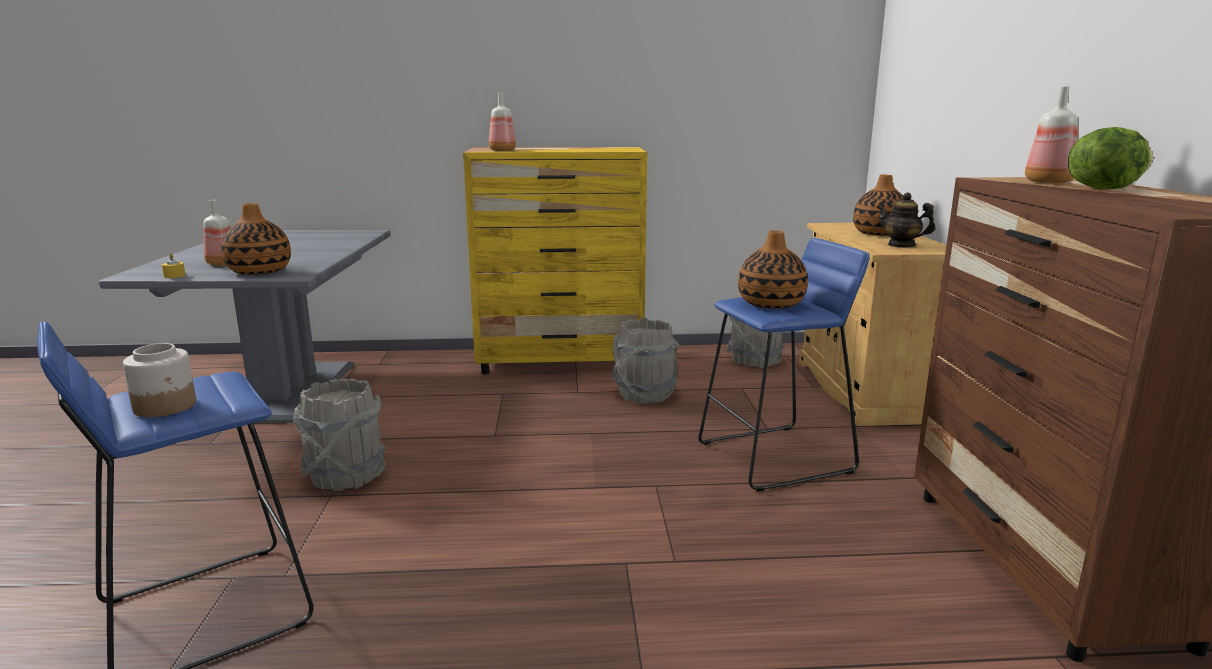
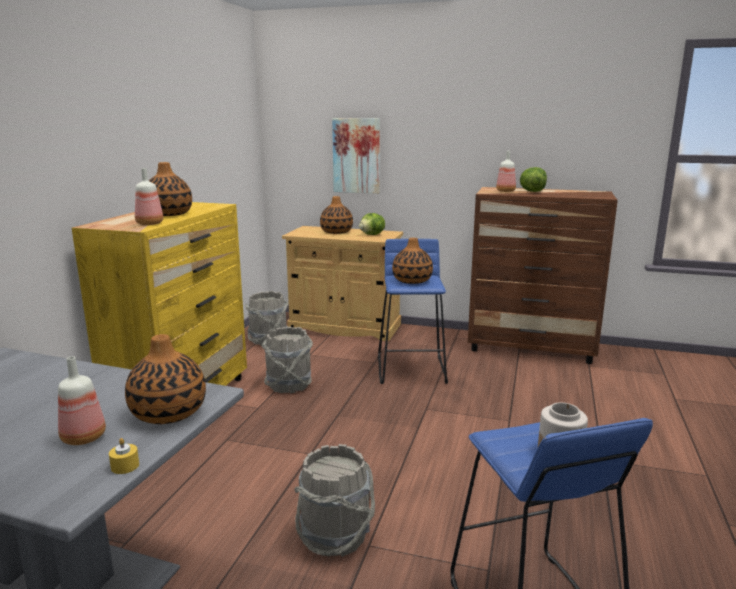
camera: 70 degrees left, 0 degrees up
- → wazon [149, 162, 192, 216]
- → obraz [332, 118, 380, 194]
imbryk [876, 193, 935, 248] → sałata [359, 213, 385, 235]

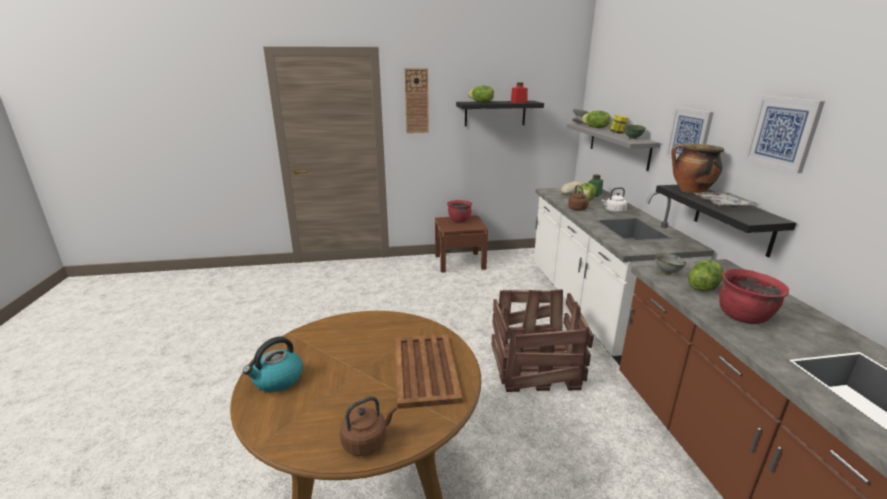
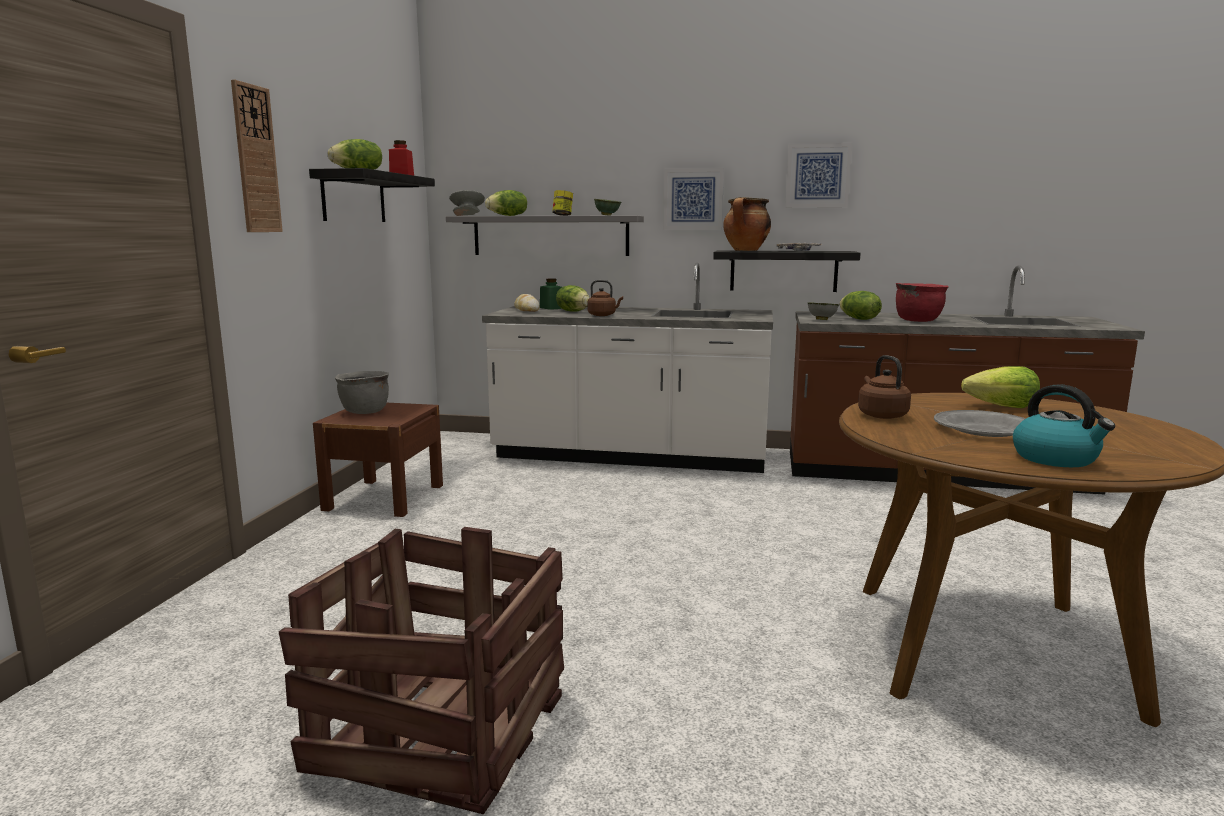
camera: 70 degrees left, 10 degrees down
czajnik/biały [602, 187, 627, 213] → -
- → talerz/szary [934, 410, 1026, 437]
czajnik/brązowy [340, 396, 397, 456] → czajnik/brązowy [858, 355, 911, 419], moved
skrzynka [492, 289, 594, 392] → skrzynka [279, 527, 564, 814], moved
taca/brązowy [395, 334, 462, 409] → sałata [961, 366, 1040, 408]
garnek/czerwony [447, 200, 472, 222] → garnek/szary [335, 371, 389, 414]

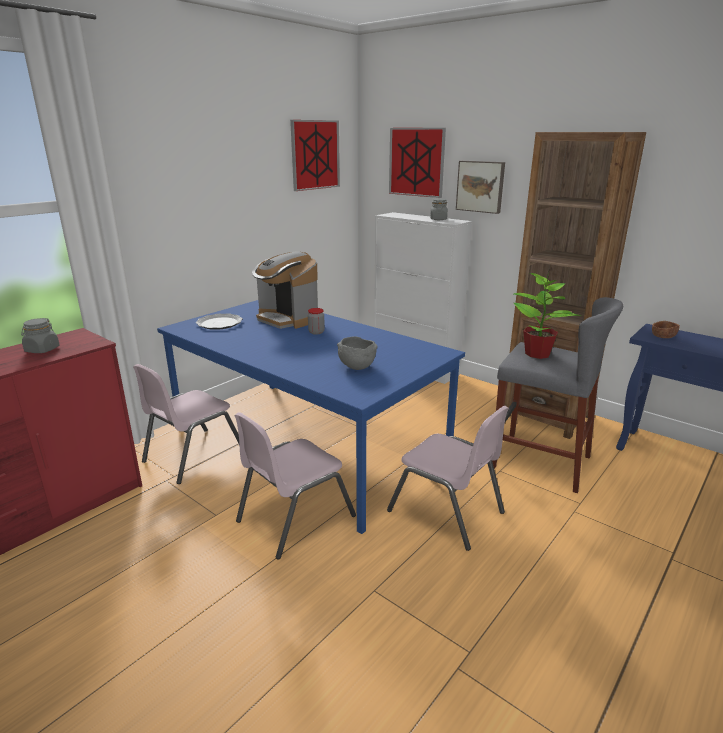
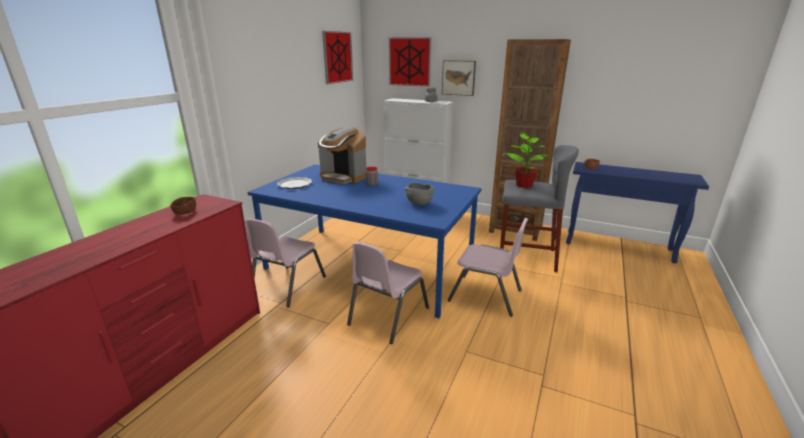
camera: 15 degrees left, 0 degrees up
słoik/szary [21, 318, 60, 353] → miska/brązowy [170, 197, 196, 215]

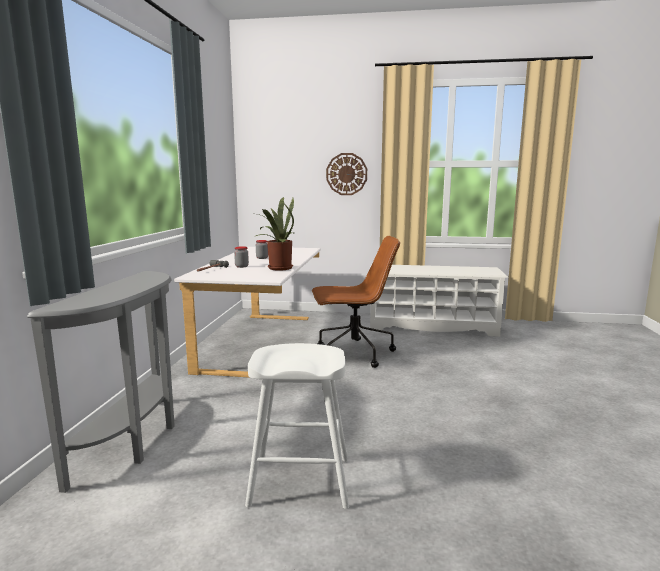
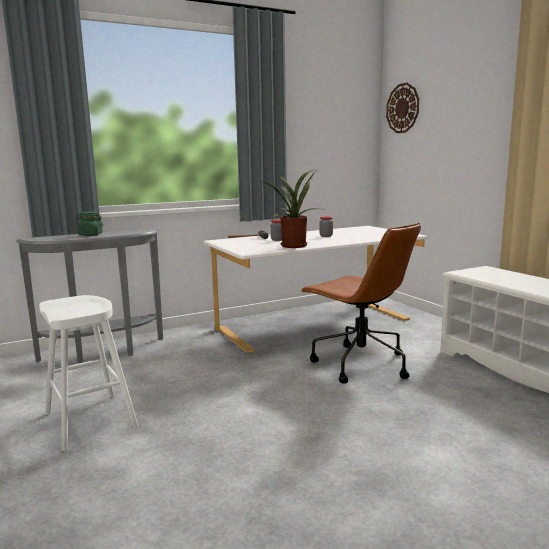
camera: 55 degrees right, 0 degrees up
- → słoik/zielony [76, 211, 103, 236]
zegar ścienny [326, 153, 367, 195] → zegar ścienny [386, 82, 419, 133], moved

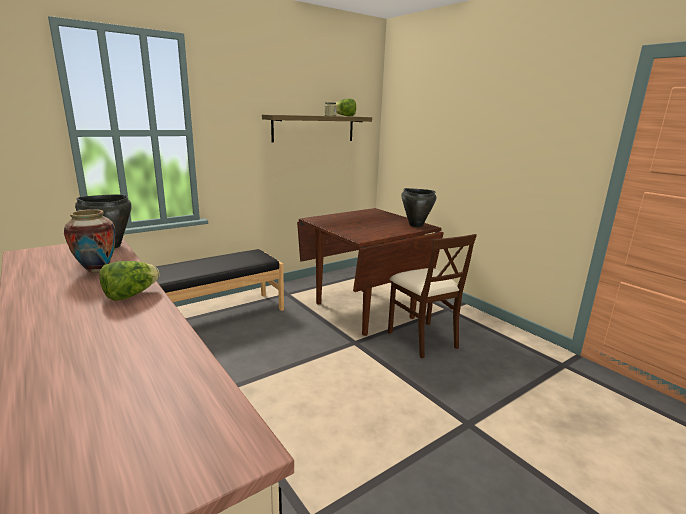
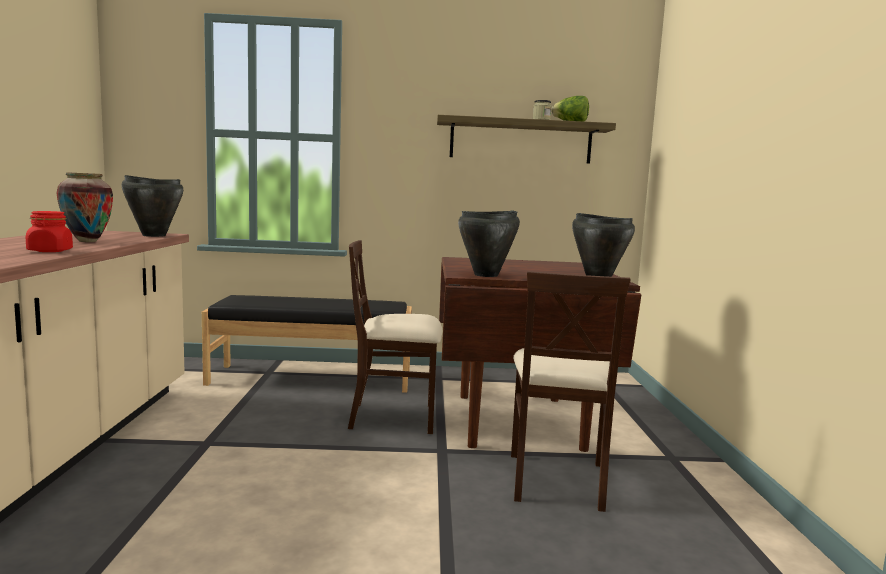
camera: 35 degrees right, 10 degrees down
- → krzesło/beżowy [348, 240, 442, 434]
- → garnek/czarny [458, 210, 520, 277]
sałata [99, 261, 160, 301] → słoik/czerwony [26, 211, 73, 252]

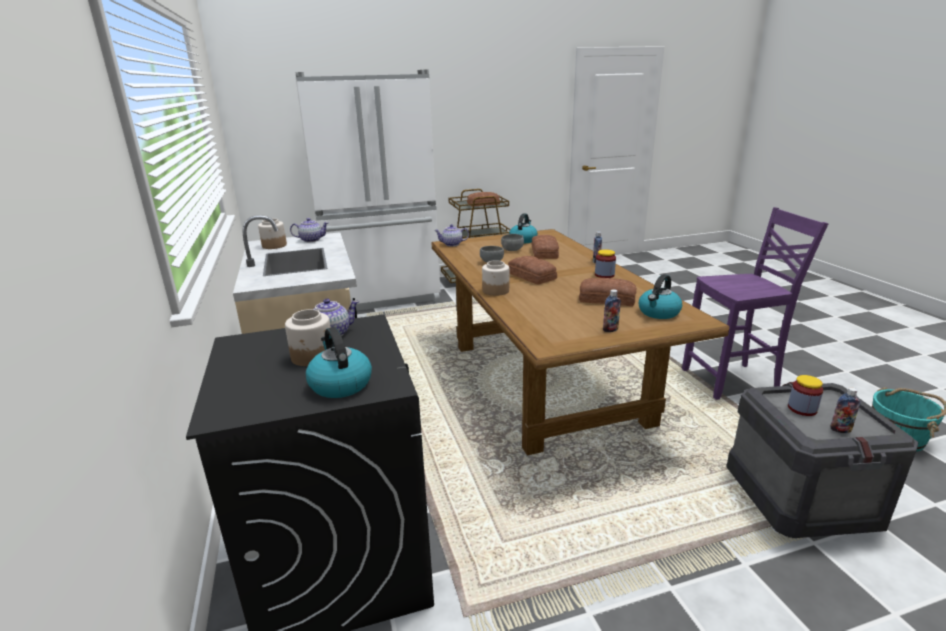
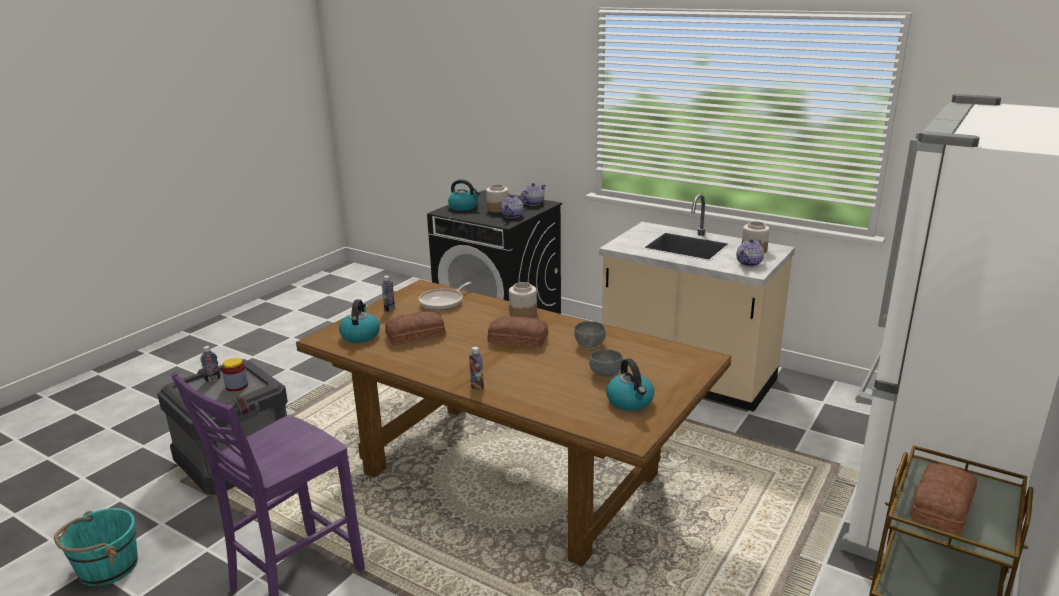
camera: 140 degrees right, 0 degrees up
chleb [532, 235, 559, 259] → -
słoik [595, 249, 616, 278] → -
- → patelnia [419, 282, 471, 310]
imbryk [434, 224, 469, 247] → imbryk [520, 183, 546, 206], moved

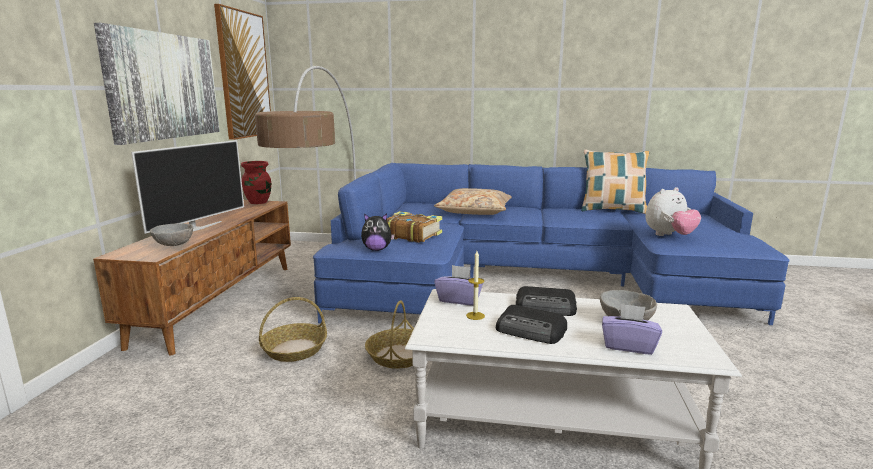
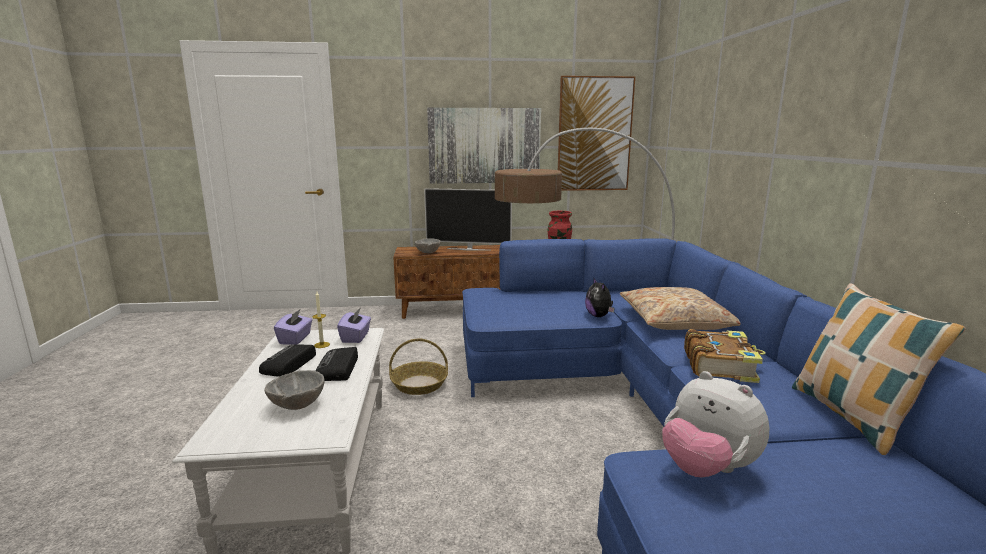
camera: 75 degrees right, 0 degrees up
koszyk [259, 297, 327, 362] → -
pluszak [361, 213, 395, 251] → pluszak [585, 278, 615, 317], moved
książka [387, 211, 442, 243] → książka [684, 329, 766, 383], moved
pudełko chusteczek/fioletowy [602, 303, 662, 355] → pudełko chusteczek/fioletowy [274, 310, 312, 345], moved

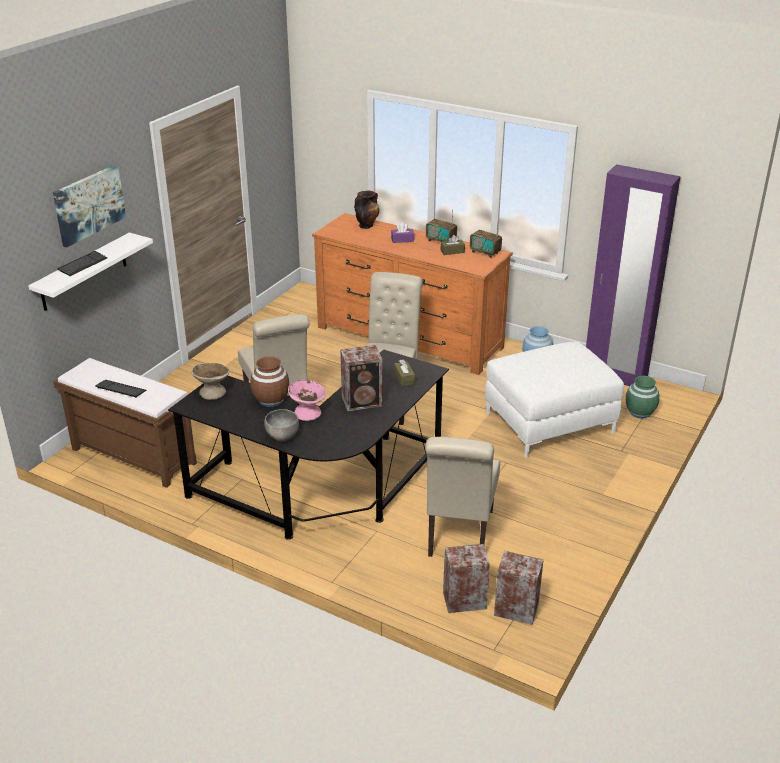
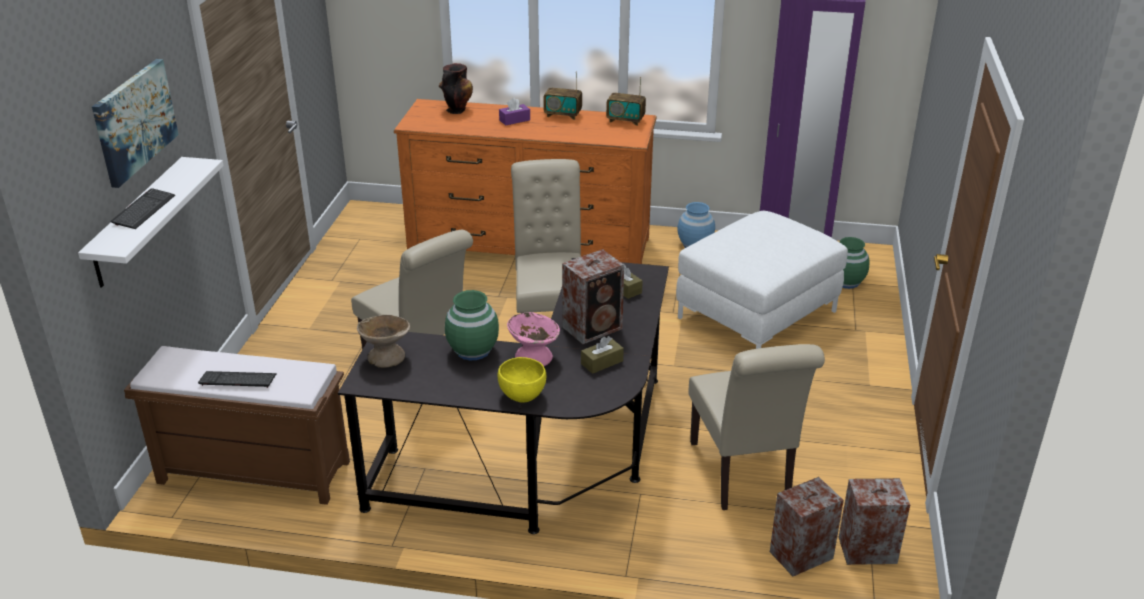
camera: 20 degrees left, 0 degrees up
pudełko chusteczek/brązowy [441, 235, 465, 255] → pudełko chusteczek/brązowy [581, 336, 624, 374], moved
wazon/brązowy [251, 356, 289, 407] → wazon/zielony [445, 290, 499, 360]
miska/szary [264, 409, 299, 442] → miska/żółty [498, 357, 546, 403]

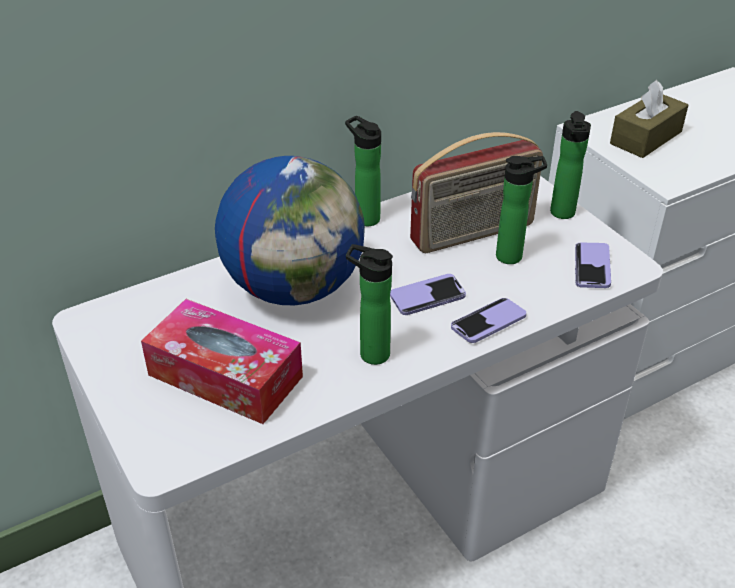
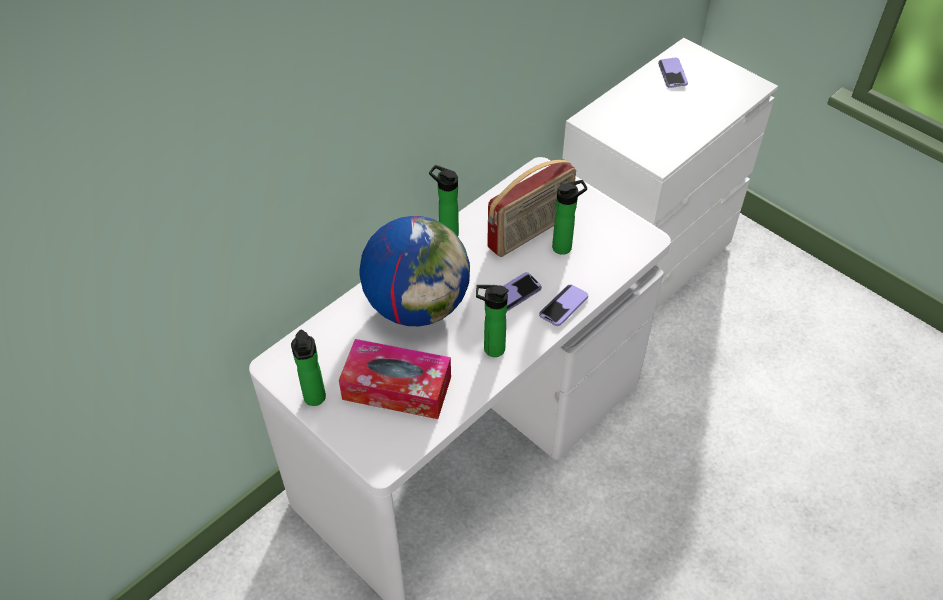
camera: 15 degrees left, 10 degrees up
pudełko chusteczek/brązowy [610, 80, 688, 158] → -
butelka [550, 111, 591, 219] → butelka [291, 330, 326, 406], moved
telefon [575, 243, 611, 288] → telefon [658, 58, 688, 88], moved

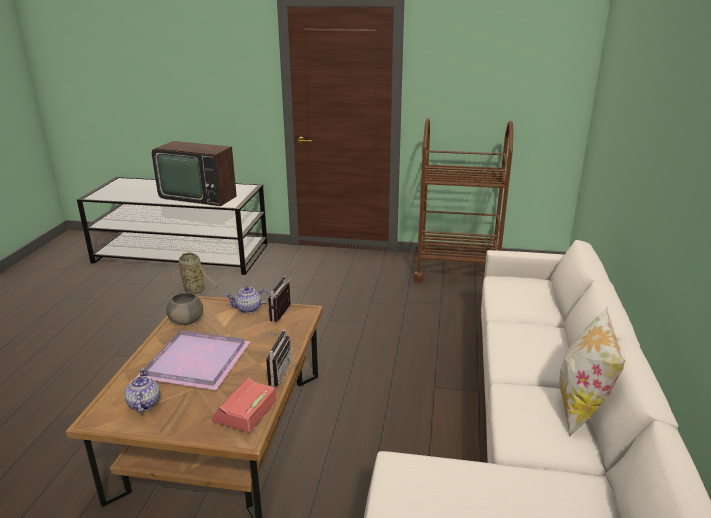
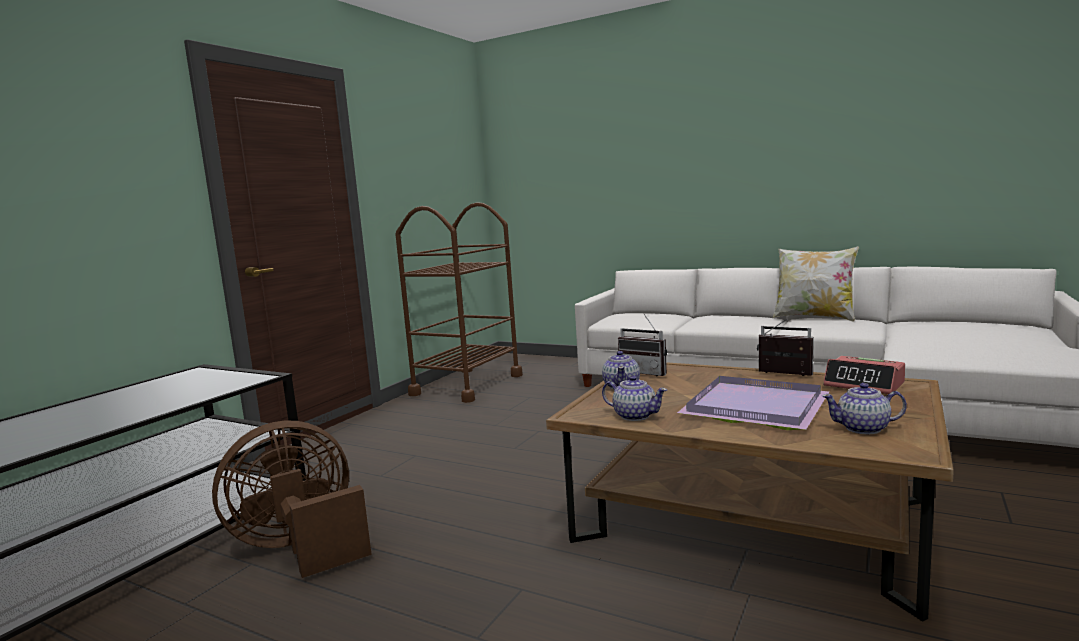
camera: 70 degrees left, 15 degrees down
telewizor [152, 141, 237, 206] → -
miska/szary [166, 292, 203, 325] → imbryk [602, 376, 667, 421]
koszyk [173, 252, 218, 296] → wentylator/brązowy [212, 421, 372, 578]

